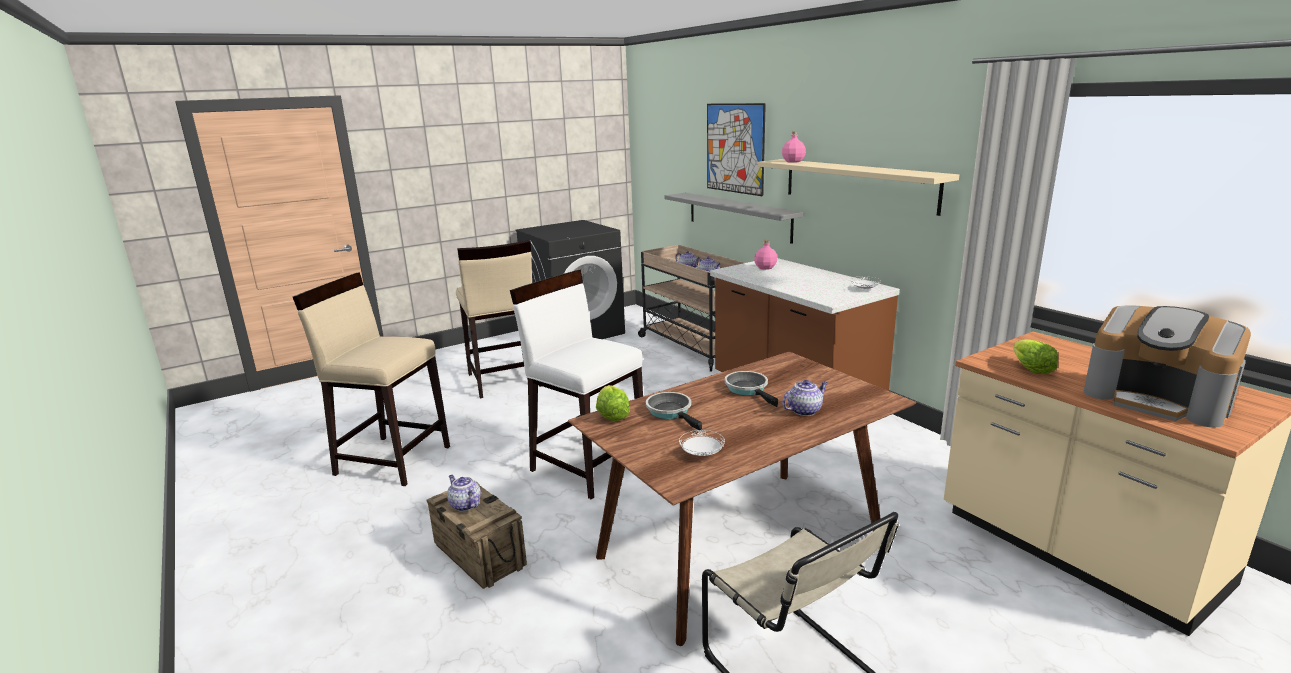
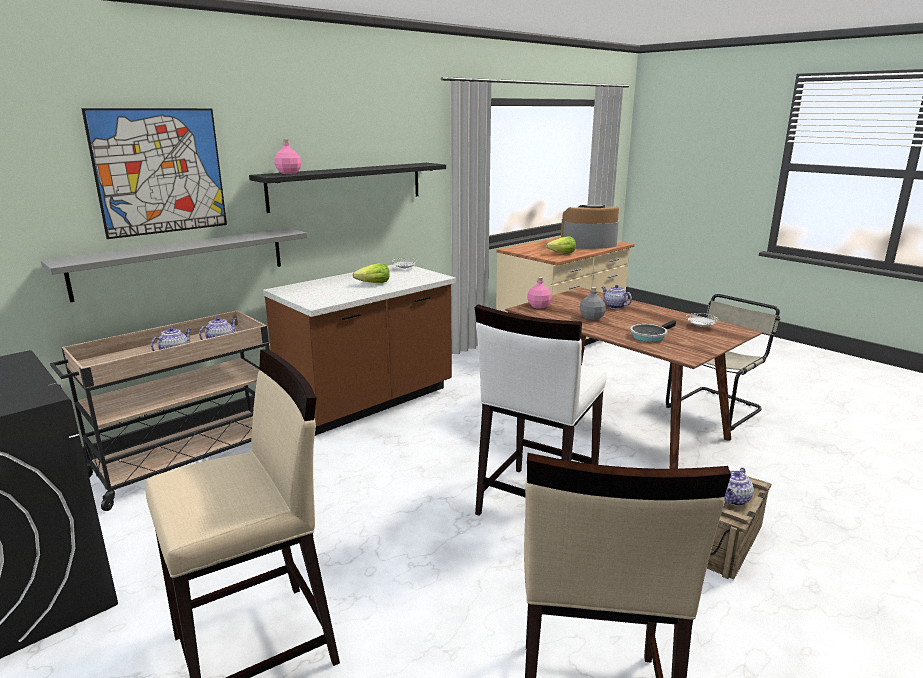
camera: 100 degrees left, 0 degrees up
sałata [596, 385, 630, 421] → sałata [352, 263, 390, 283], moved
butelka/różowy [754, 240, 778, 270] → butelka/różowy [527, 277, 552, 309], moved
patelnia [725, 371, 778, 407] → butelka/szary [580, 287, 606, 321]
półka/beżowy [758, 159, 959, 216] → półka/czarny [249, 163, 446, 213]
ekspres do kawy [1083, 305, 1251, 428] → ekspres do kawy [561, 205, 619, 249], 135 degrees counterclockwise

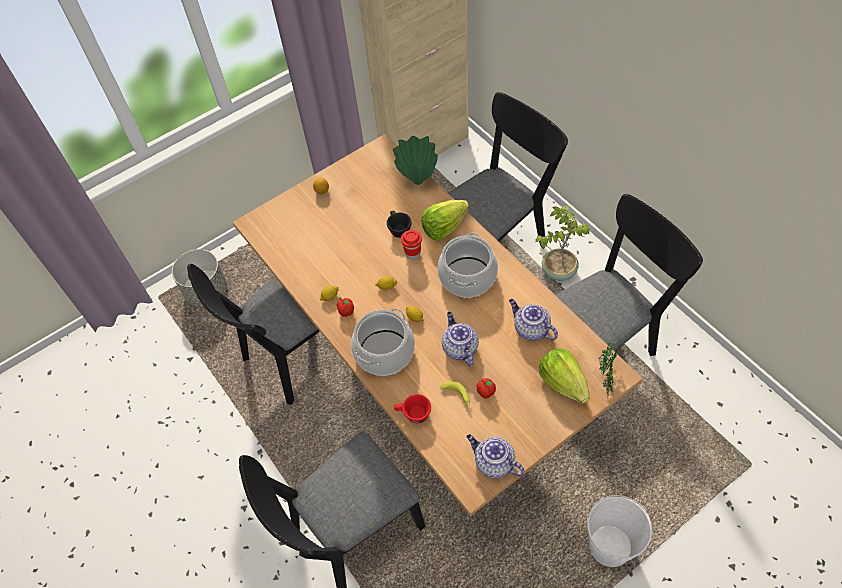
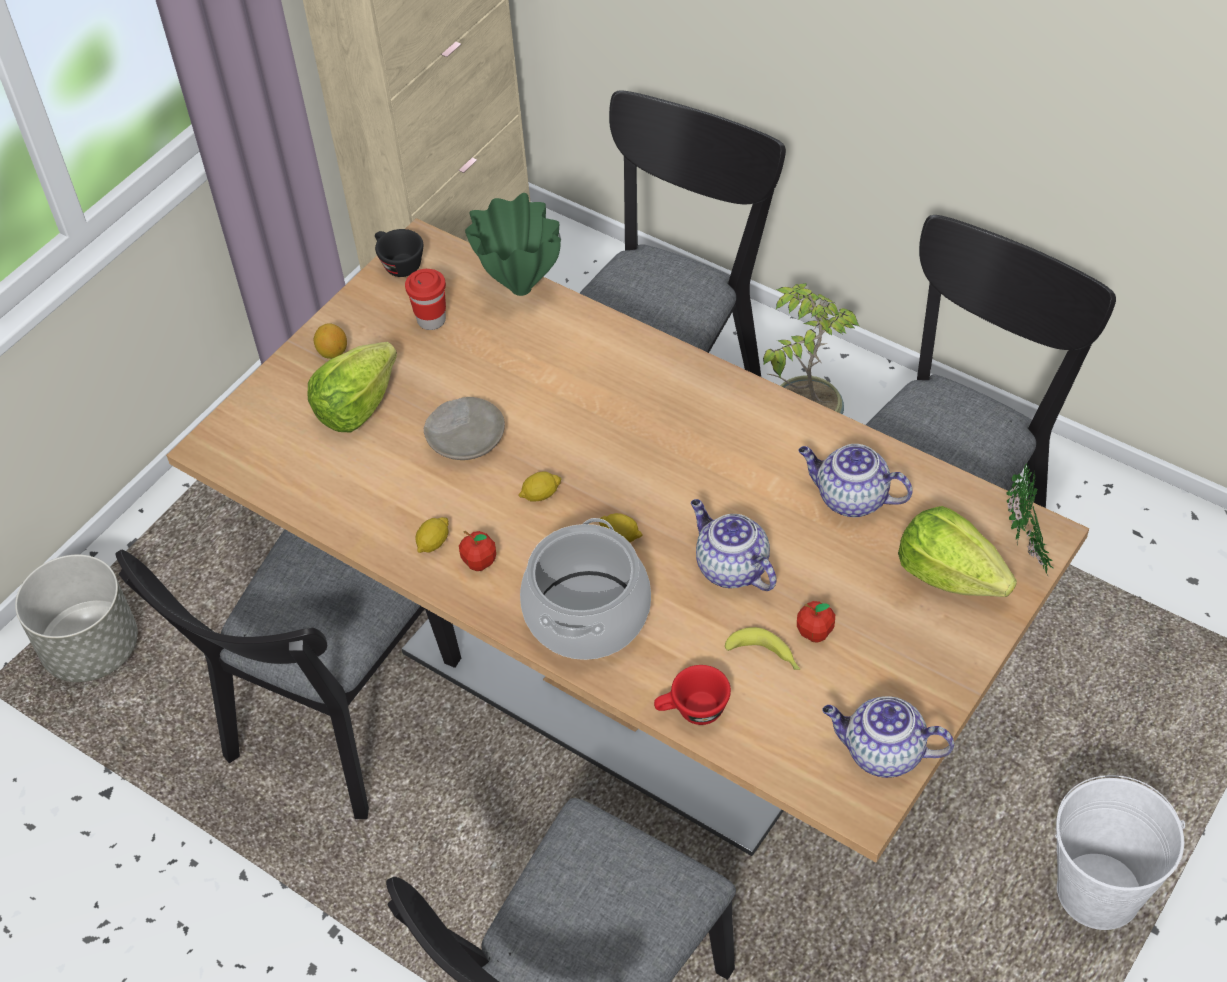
camera: 20 degrees left, 5 degrees down
garnek [437, 232, 498, 298] → -
- → talerz/beżowy [424, 397, 505, 460]
filiżanka/czarny [387, 211, 412, 238] → filiżanka/czarny [375, 229, 423, 277], moved
filiżanka/czerwony [401, 230, 422, 260] → filiżanka/czerwony [405, 269, 446, 330], moved
sałata [421, 200, 469, 240] → sałata [308, 342, 397, 432], moved

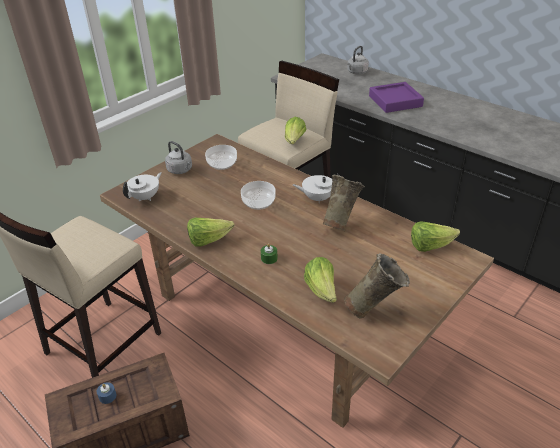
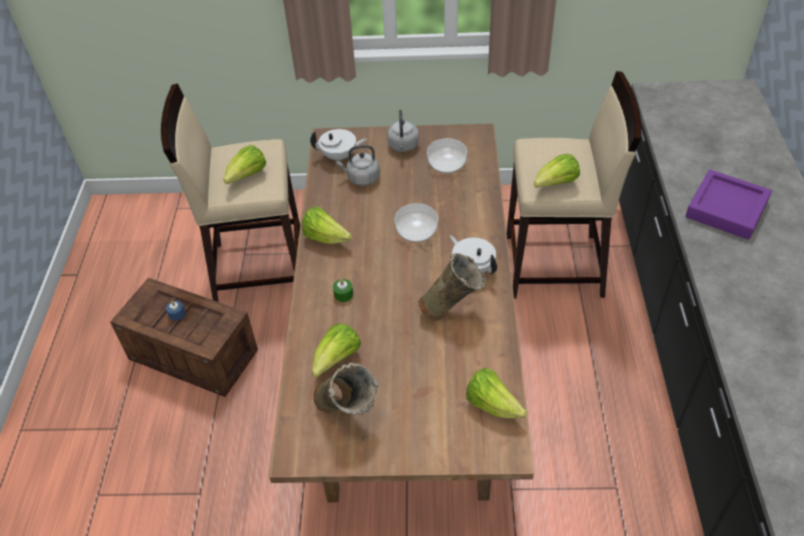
camera: 50 degrees right, 10 degrees up
- → sałata [224, 145, 266, 184]
czajnik/szary [347, 46, 369, 74] → czajnik/szary [336, 145, 380, 186], moved

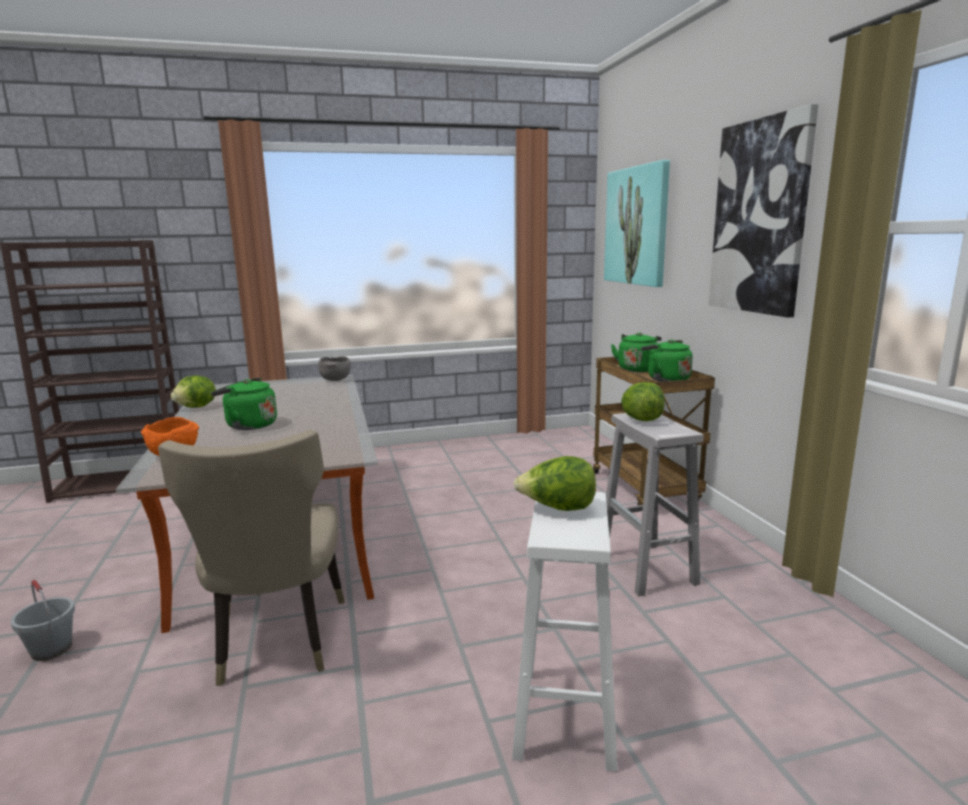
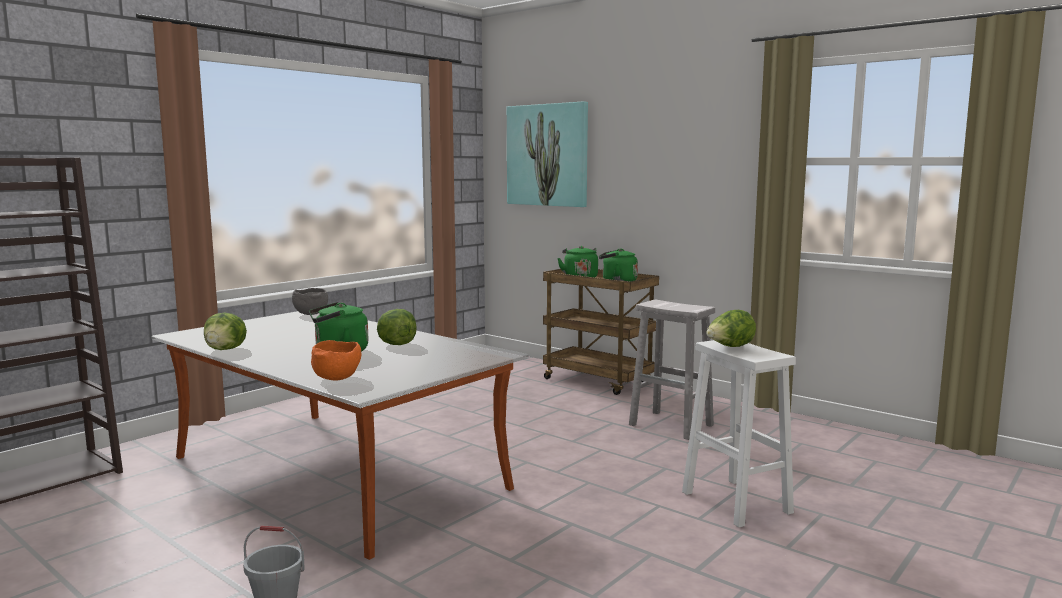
camera: 35 degrees left, 5 degrees down
krzesło/beżowy [158, 429, 345, 686] → -
obraz [709, 104, 818, 318] → -
sałata [621, 382, 665, 421] → sałata [377, 309, 417, 345], moved

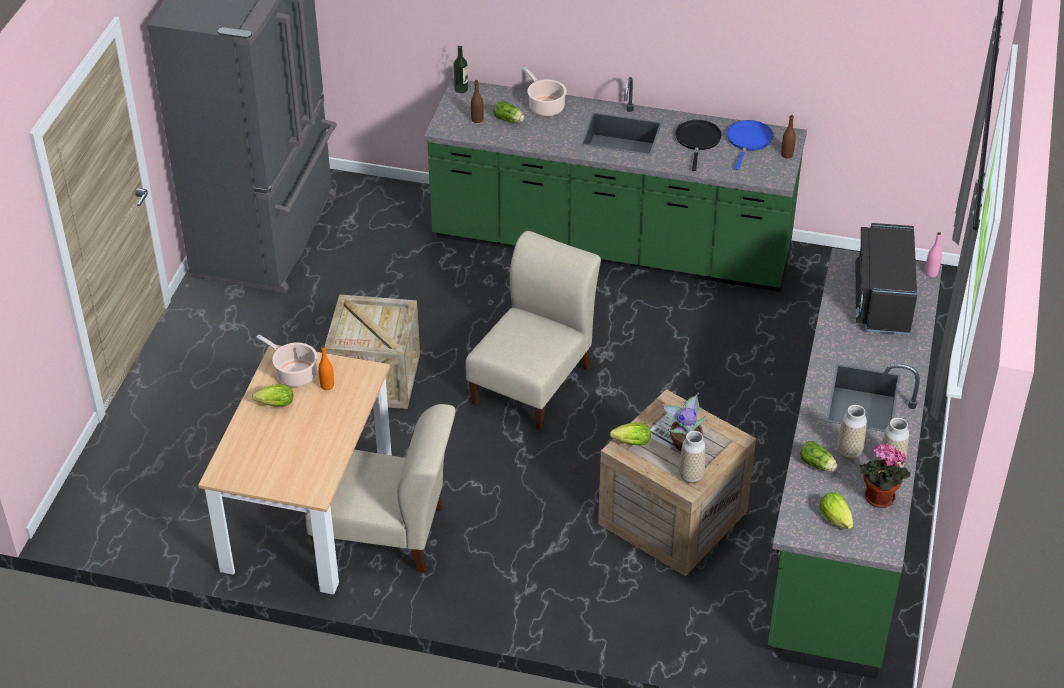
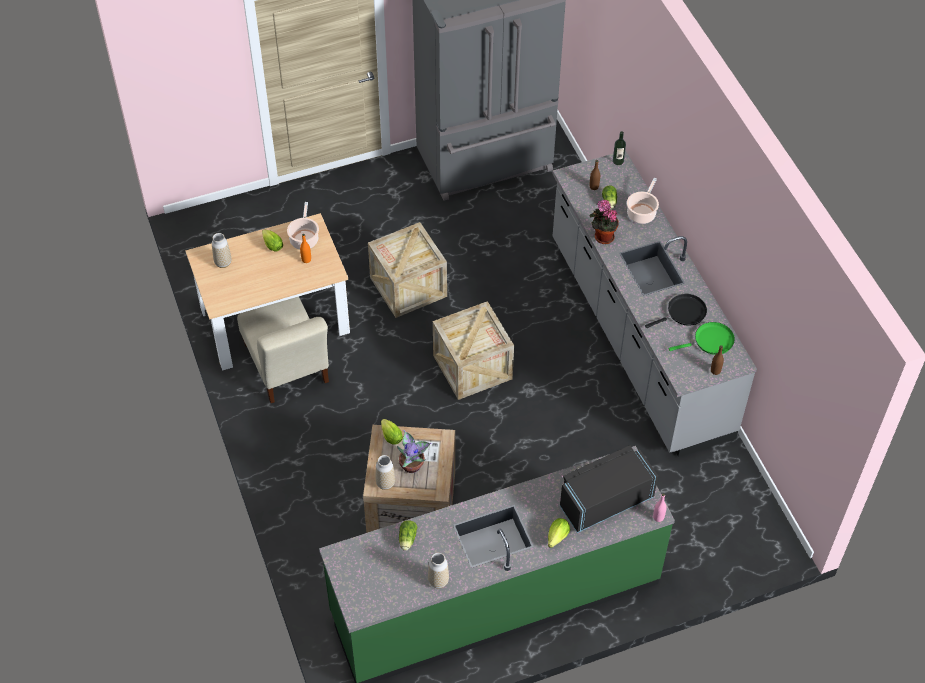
camera: 55 degrees right, 10 degrees up
sałata [819, 492, 853, 529] → sałata [548, 518, 570, 548], moved
wazon [837, 405, 867, 460] → wazon [212, 233, 232, 268], moved
roślina doniczkowa [860, 443, 911, 508] → roślina doniczkowa [589, 200, 619, 244], moved
krzesło/beżowy [466, 231, 601, 430] → skrzynka [433, 301, 514, 400]
zabudowa kuchenna/zielony [424, 77, 807, 292] → zabudowa kuchenna/szary [552, 150, 757, 457]
patelnia/niebieski [727, 120, 773, 170] → patelnia/zielony [668, 322, 735, 355]

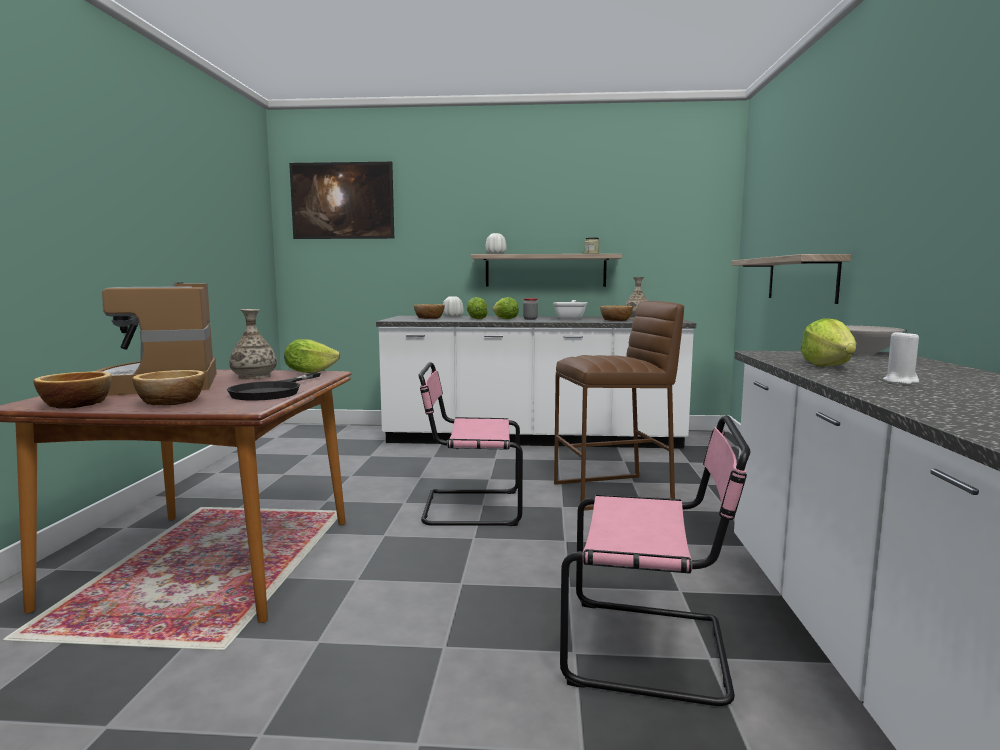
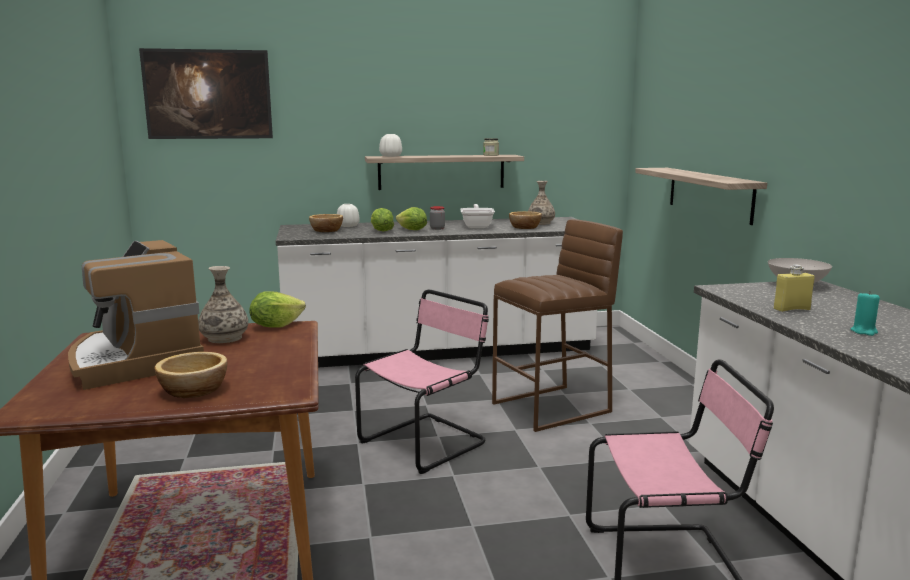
camera: 15 degrees left, 5 degrees up
miska [33, 371, 112, 409] → -
patelnia/czarny [227, 373, 321, 401] → -
sałata [800, 318, 856, 367] → butelka/żółty [774, 265, 814, 312]
świeca/biały [883, 329, 919, 385] → świeca/turkusowy [851, 292, 880, 336]
krzesło/różowy [418, 362, 523, 526] → krzesło/różowy [355, 290, 489, 474], 150 degrees clockwise

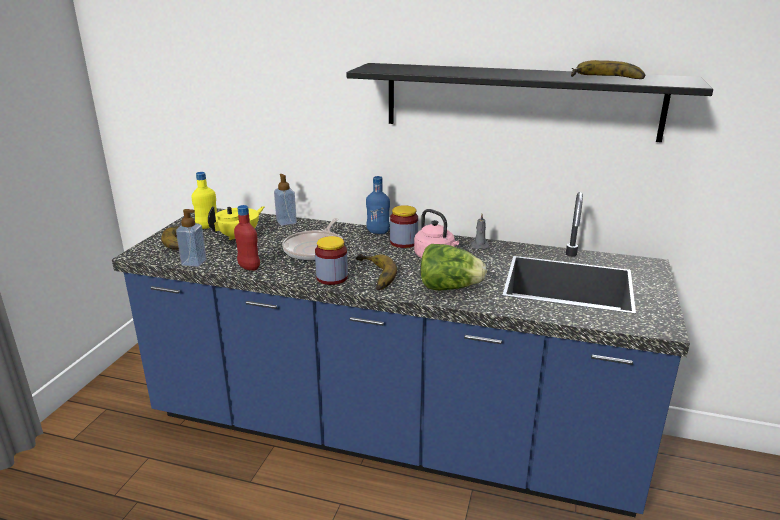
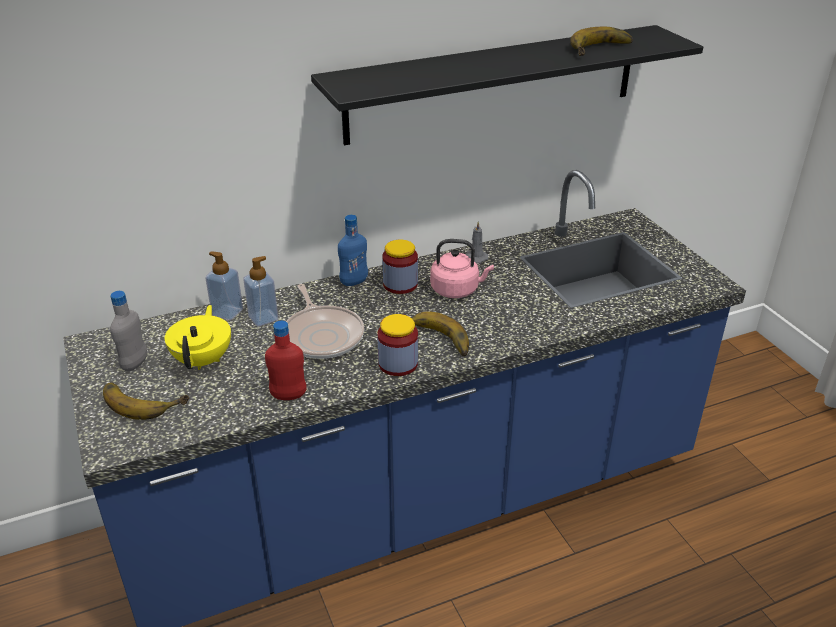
camera: 40 degrees left, 10 degrees up
sałata [421, 244, 487, 290] → -
dozownik mydła [176, 209, 207, 267] → dozownik mydła [243, 256, 278, 326], moved
butelka/żółty [191, 172, 217, 229] → butelka/szary [110, 291, 147, 371]

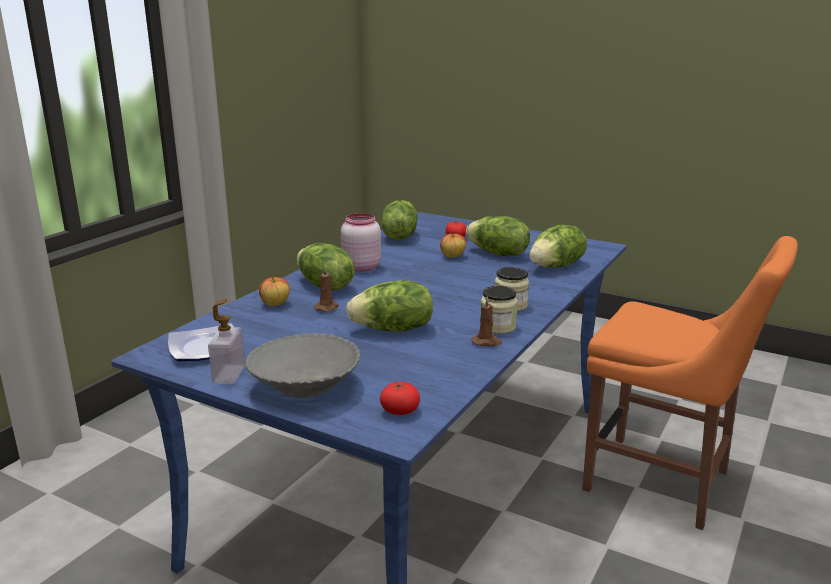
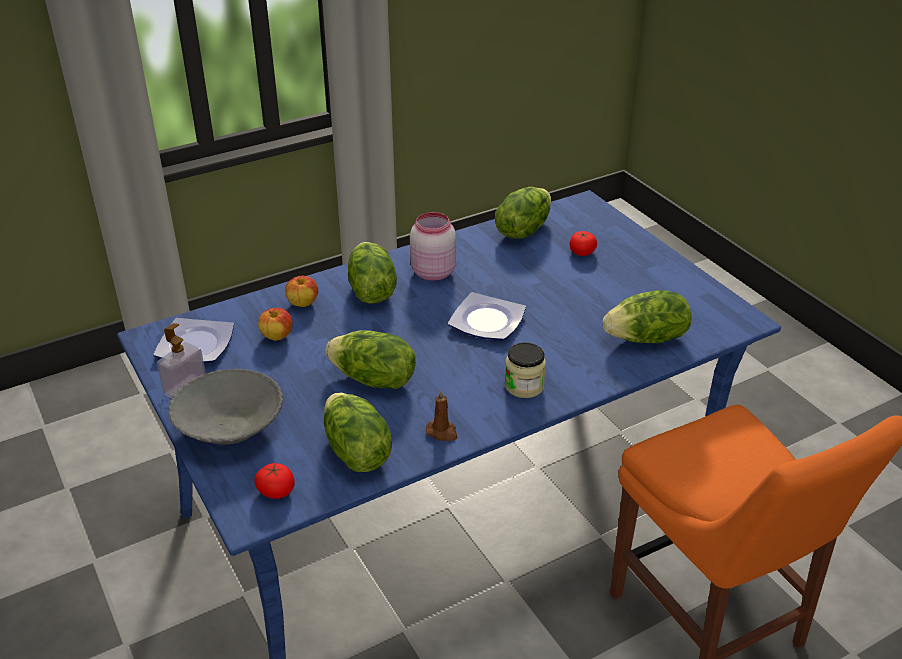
camera: 30 degrees right, 15 degrees up
świeca/brązowy [314, 266, 339, 312] → -
słoik [480, 286, 518, 334] → -
- → talerz [448, 292, 526, 340]
jabłko [440, 233, 466, 258] → jabłko [258, 308, 293, 341], moved
sałata [466, 216, 530, 256] → sałata [323, 393, 392, 472], moved

